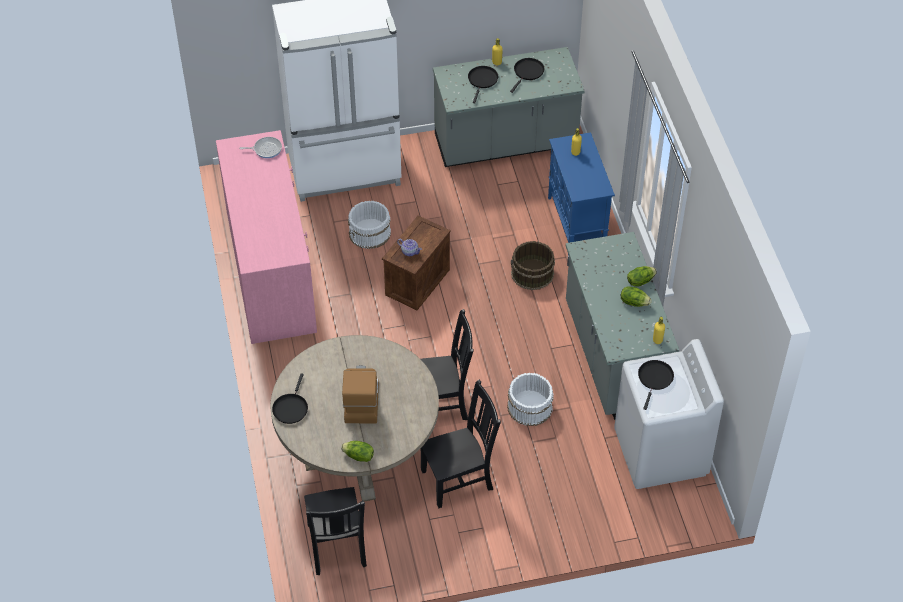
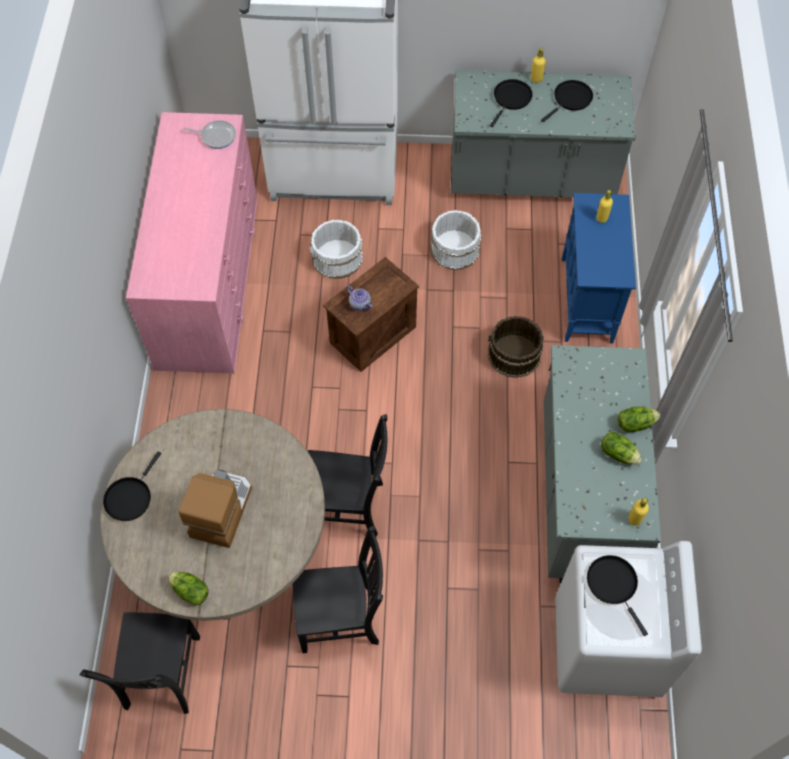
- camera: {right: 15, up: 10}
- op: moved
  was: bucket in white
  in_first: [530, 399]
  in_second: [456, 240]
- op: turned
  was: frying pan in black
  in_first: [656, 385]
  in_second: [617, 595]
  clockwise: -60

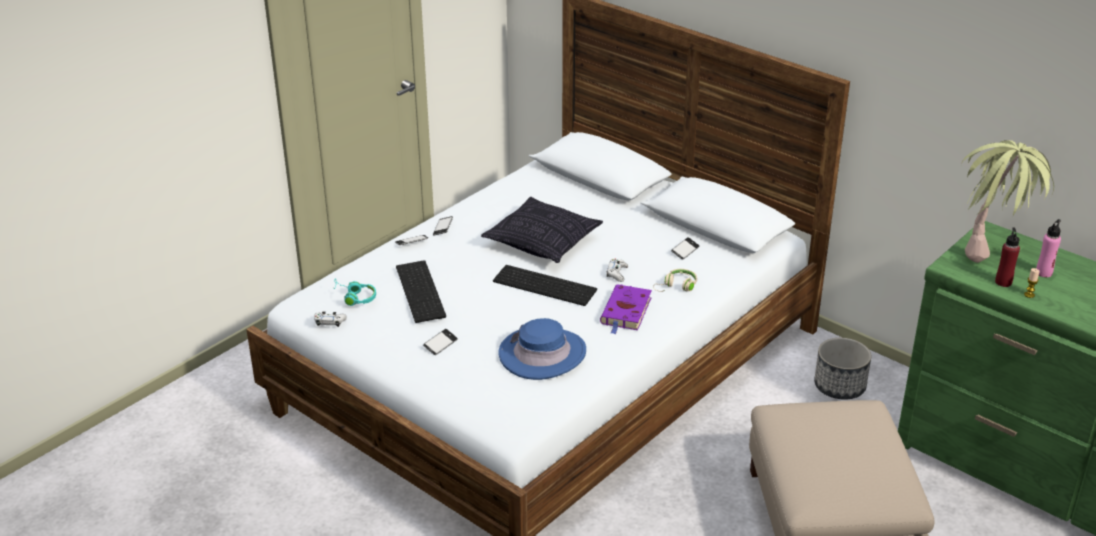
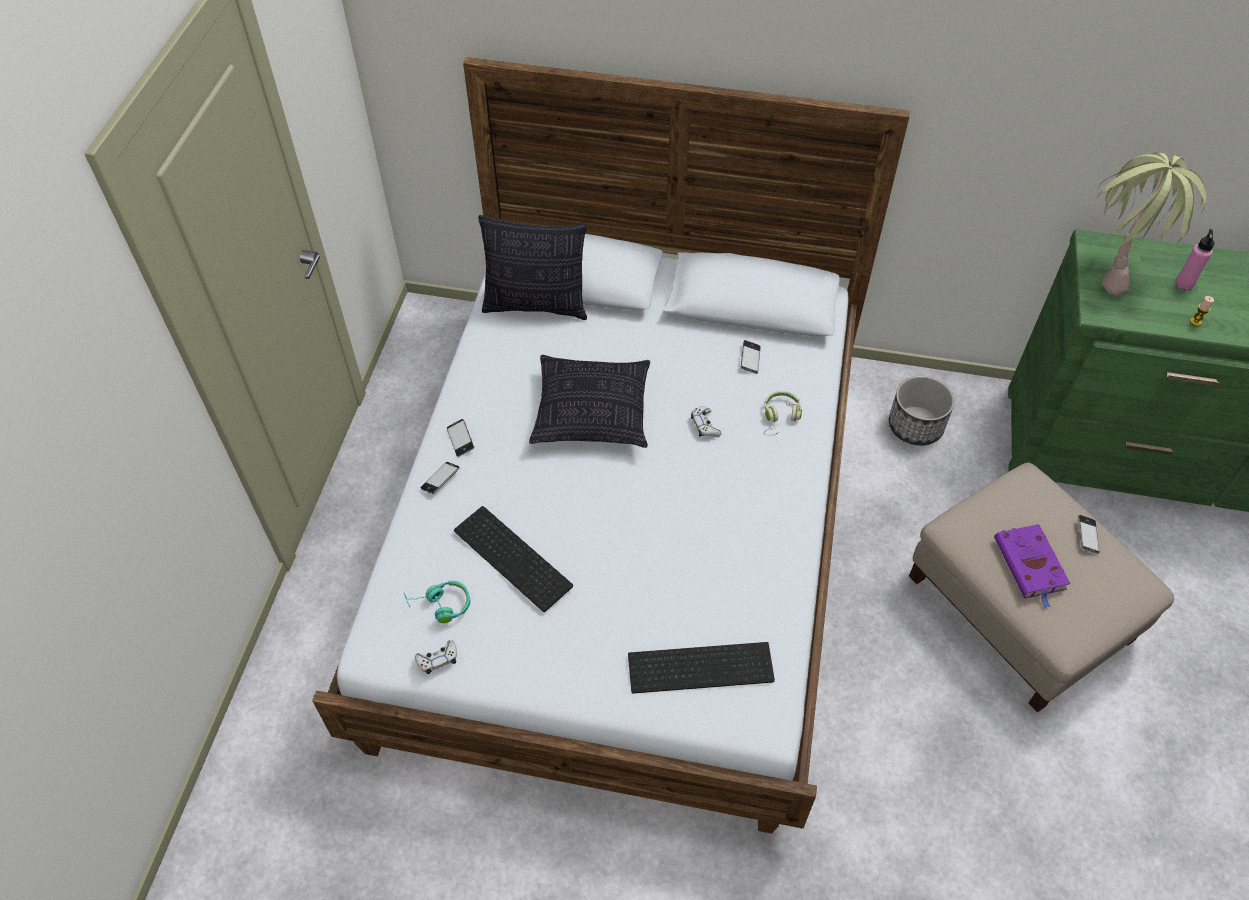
- camera: {right: -30, up: 20}
- op: removed
  was: hat in blue
  in_first: [542, 349]
- op: removed
  was: bottle in red
  in_first: [1007, 257]
- op: added
  now: pillow
  in_second: [532, 267]
- op: moved
  was: phone
  in_first: [440, 342]
  in_second: [1089, 534]
- op: moved
  was: keyboard
  in_first: [545, 285]
  in_second: [701, 668]
- op: moved
  was: book in purple
  in_first: [626, 309]
  in_second: [1032, 566]

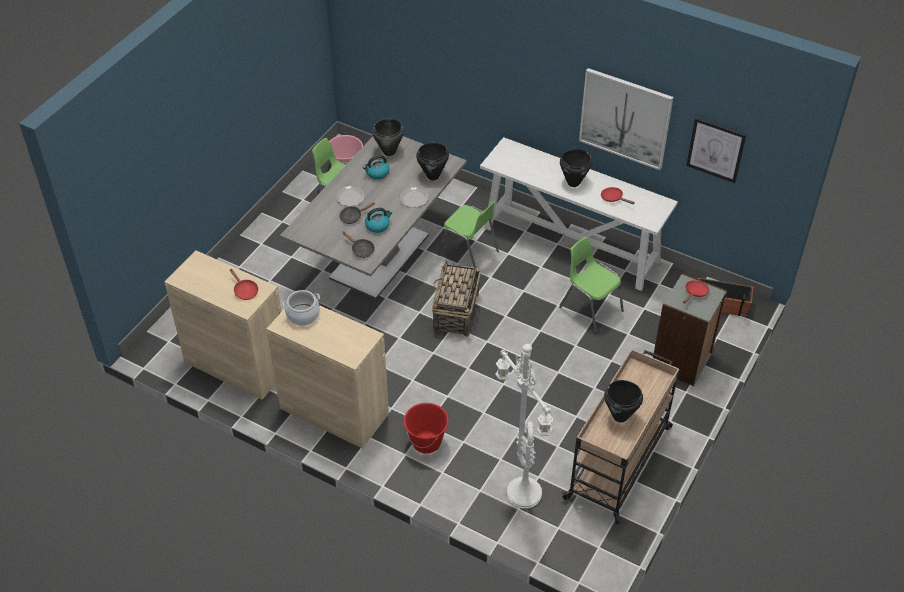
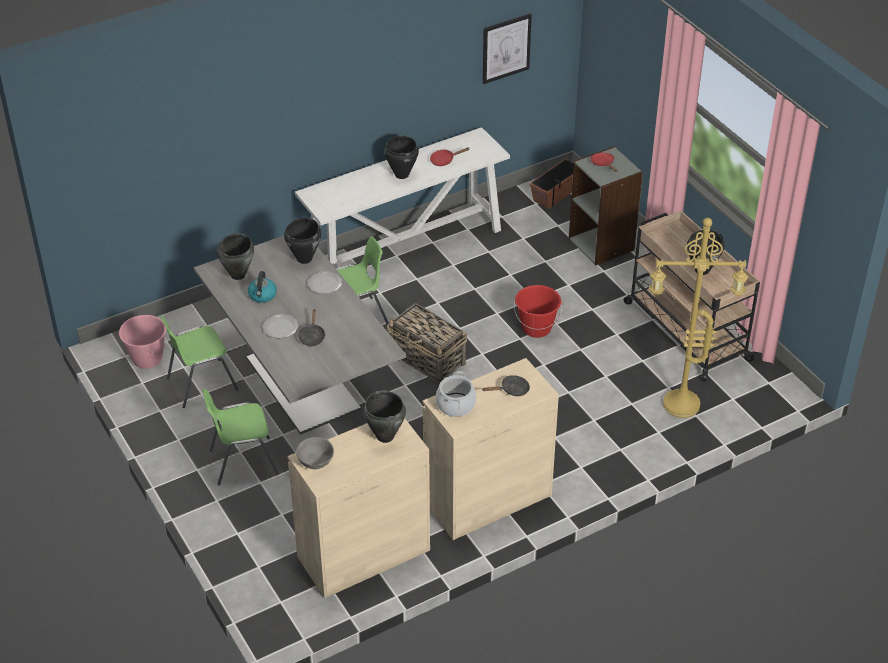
- camera: {right: -60, up: -5}
- op: removed
  was: kettle
  in_first: [378, 220]
- op: removed
  was: picture
  in_first: [626, 119]
- op: added
  now: bowl in grey
  in_second: [315, 453]
- op: moved
  was: frying pan in black
  in_first: [358, 245]
  in_second: [506, 385]
- op: moved
  was: bucket in red
  in_first: [426, 428]
  in_second: [538, 311]
- op: moved
  was: chair in green
  in_first: [591, 285]
  in_second: [241, 437]
- op: replaced
  was: frying pan in red
  now: cooking pot in black
  in_first: [244, 284]
  in_second: [384, 416]
- op: recoloured
  was: floor lamp in white
  now: floor lamp in yellow
  in_first: [524, 426]
  in_second: [698, 318]

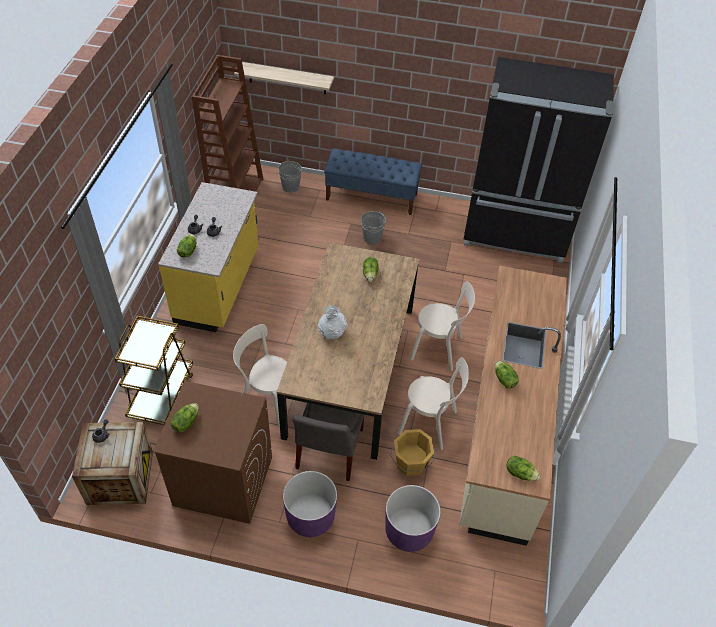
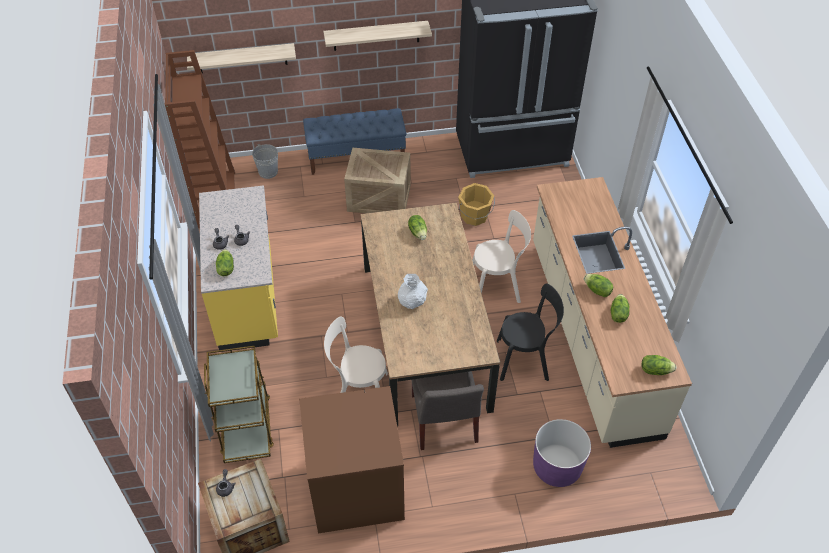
- camera: {right: -20, up: 0}
- op: removed
  was: planter in purple
  in_first: [310, 504]
- op: added
  now: shelf
  in_second: [377, 36]
- op: moved
  was: lettuce
  in_first: [184, 417]
  in_second: [620, 308]
- op: moved
  was: bucket in orange
  in_first: [413, 452]
  in_second: [476, 204]
- op: replaced
  was: bucket in grey
  now: crate
  in_first: [373, 227]
  in_second: [377, 180]
- op: recoloured
  was: chair in beige
  now: chair in black
  in_first: [433, 403]
  in_second: [530, 332]

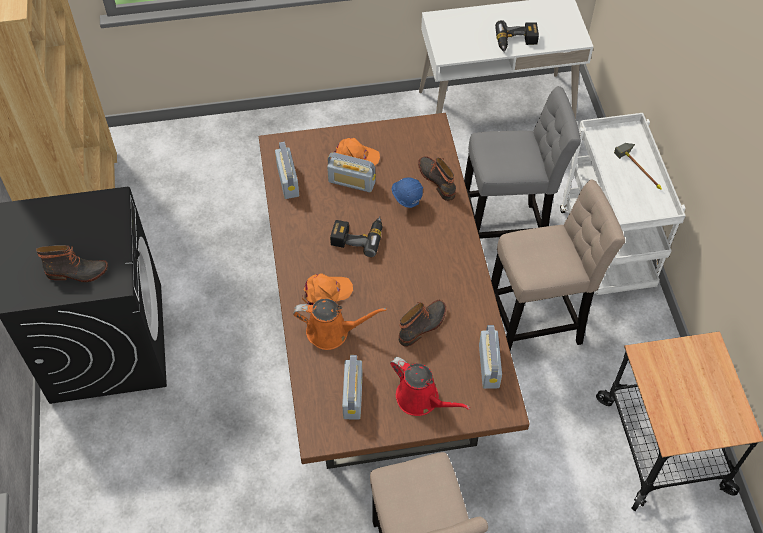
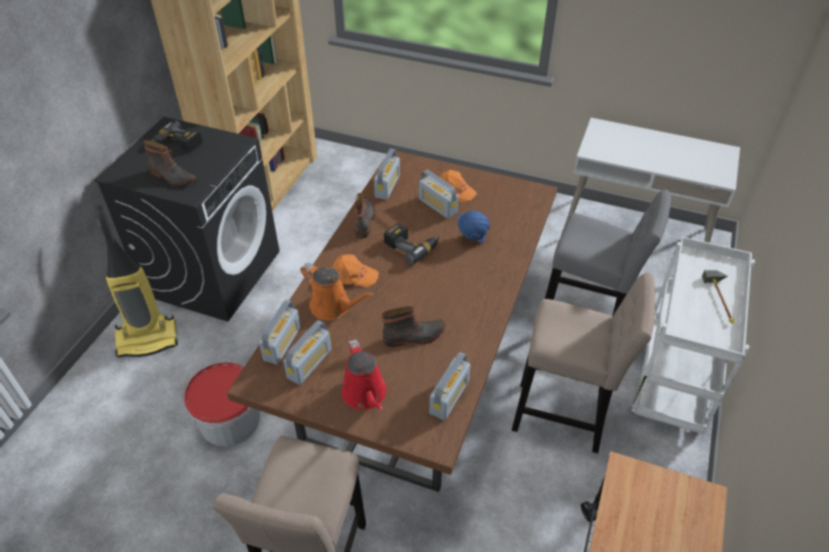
- camera: {right: 30, up: -10}
- op: added
  now: vacuum cleaner
  in_second: [136, 281]
- op: added
  now: bucket
  in_second: [222, 404]
- op: added
  now: radio
  in_second: [280, 332]
- op: moved
  was: boot
  in_first: [437, 178]
  in_second: [364, 215]
- op: moved
  was: power drill
  in_first: [517, 36]
  in_second: [177, 136]

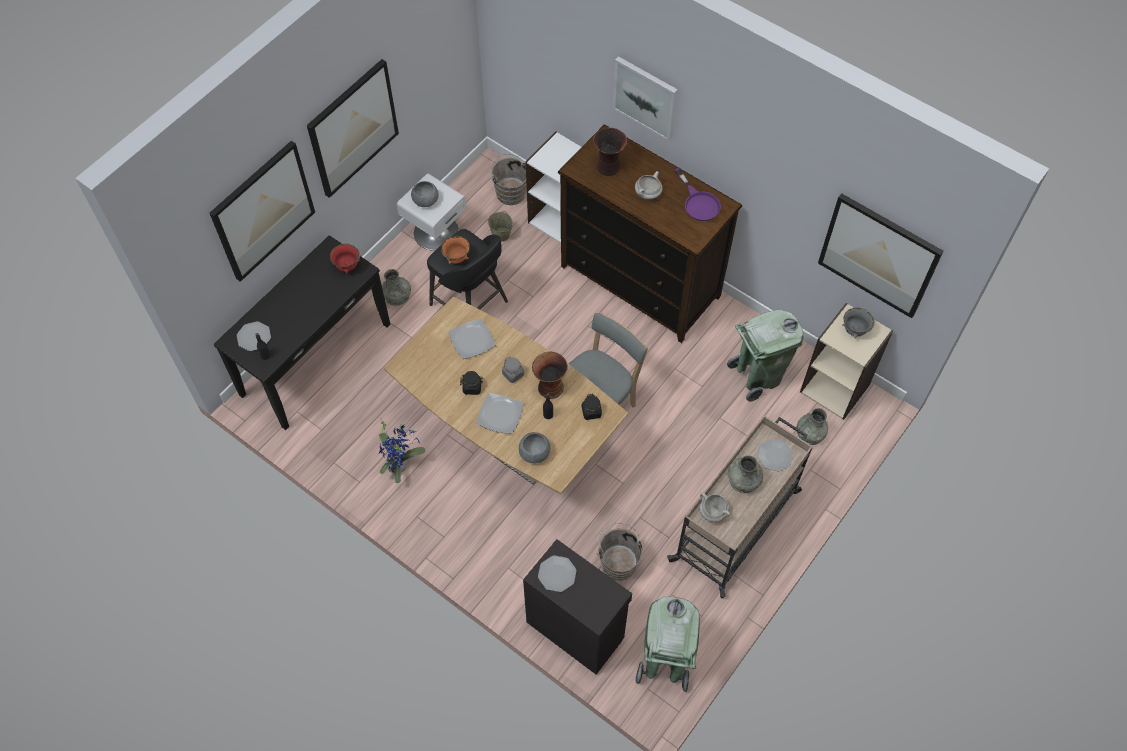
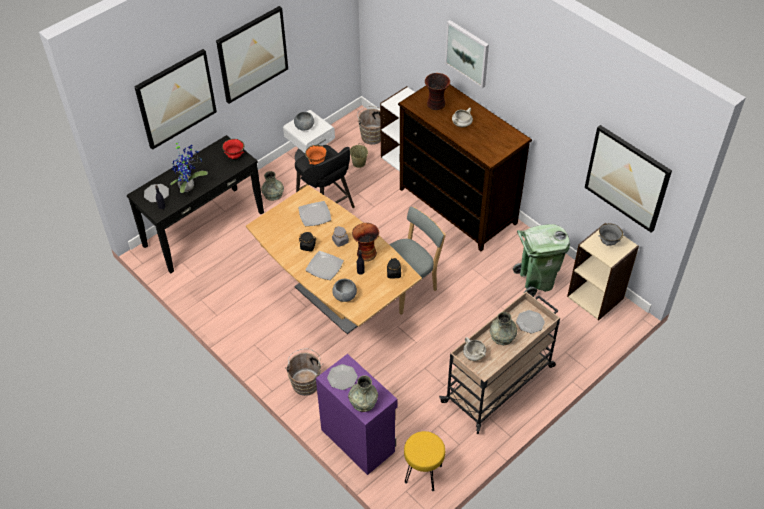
- camera: {right: 10, up: -10}
- op: removed
  was: frying pan in purple
  in_first: [698, 194]
- op: moved
  was: potted plant
  in_first: [402, 451]
  in_second: [189, 166]
- op: moved
  was: bucket in brown
  in_first: [620, 552]
  in_second: [304, 372]
- op: moved
  was: vase in grey
  in_first: [812, 426]
  in_second: [363, 393]
- op: replaced
  was: trash can in green
  now: stool in yellow
  in_first: [667, 644]
  in_second: [424, 461]
- op: recoloured
  was: cabinet in black
  now: cabinet in purple
  in_first: [577, 607]
  in_second: [356, 414]

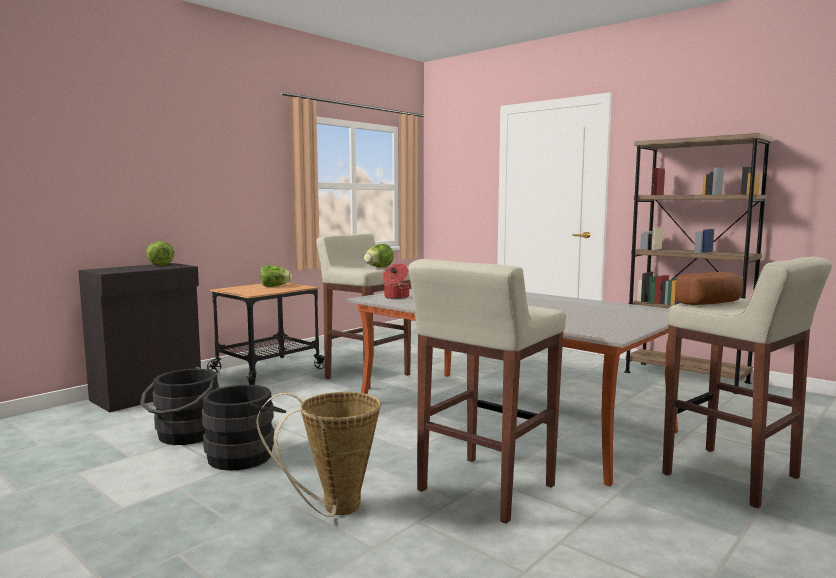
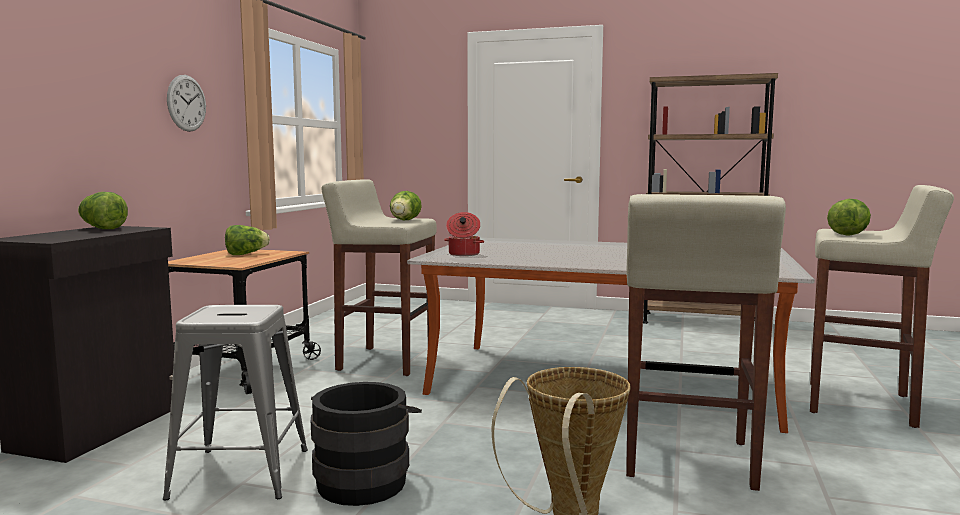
- camera: {right: -25, up: 0}
- op: added
  now: wall clock
  in_second: [186, 103]
- op: replaced
  was: bucket in black
  now: stool in grey
  in_first: [179, 407]
  in_second: [235, 403]
- op: replaced
  was: bread
  now: lettuce
  in_first: [709, 288]
  in_second: [849, 217]

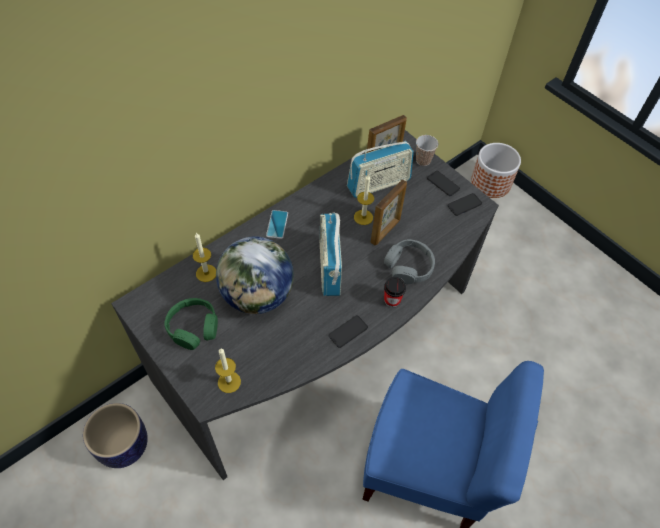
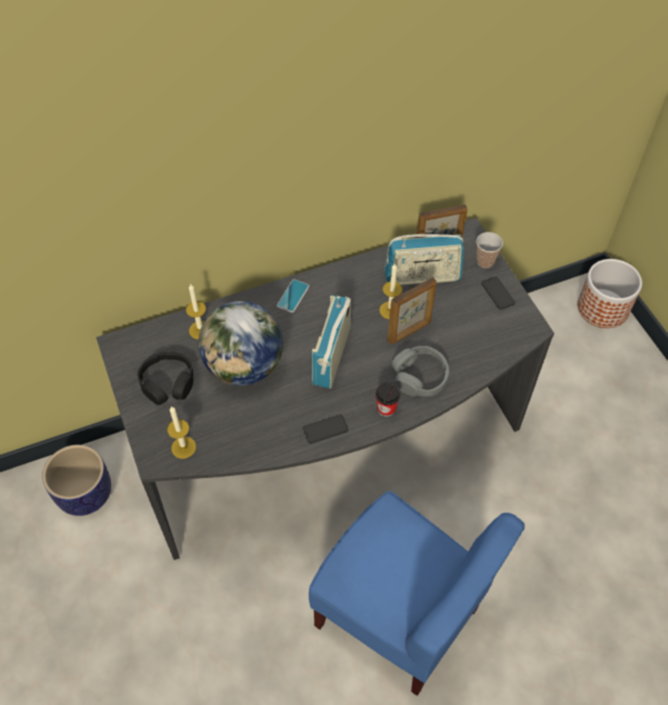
- camera: {right: 20, up: 0}
- op: removed
  was: phone
  in_first: [464, 204]
- op: recoloured
  was: headphones in green
  now: headphones in black
  in_first: [191, 324]
  in_second: [165, 378]

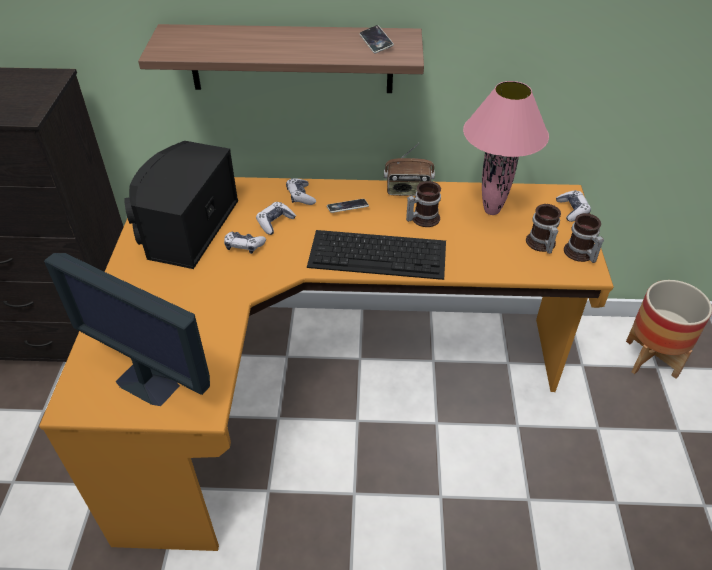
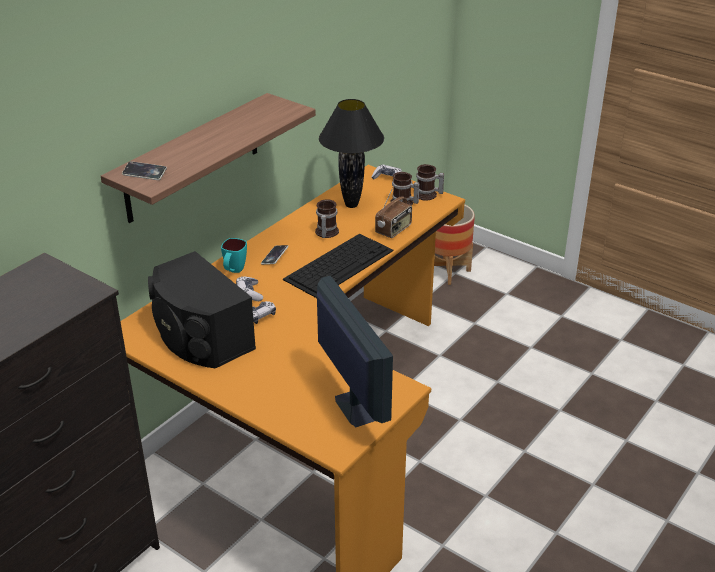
- camera: {right: -55, up: -10}
- op: moved
  was: phone
  in_first: [376, 39]
  in_second: [144, 170]
- op: moved
  was: radio
  in_first: [409, 169]
  in_second: [393, 212]
- op: replaced
  was: game controller
  now: mug in turquoise
  in_first: [301, 191]
  in_second: [234, 255]
- op: recoloured
  was: table lamp in pink
  now: table lamp in black
  in_first: [506, 148]
  in_second: [351, 153]
- op: turned
  was: monitor
  in_first: [127, 329]
  in_second: [355, 351]
  clockwise: -90

